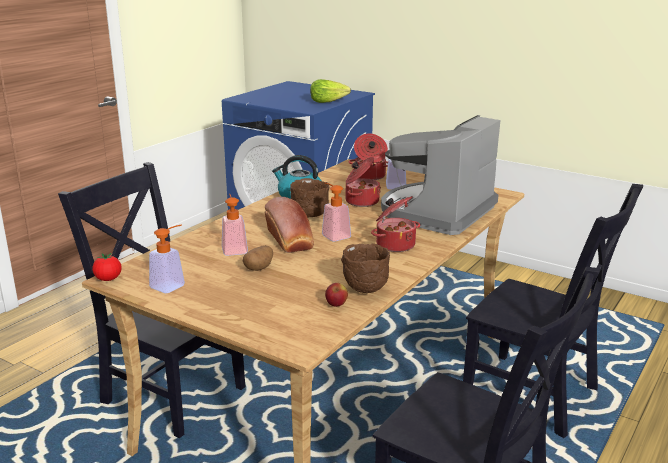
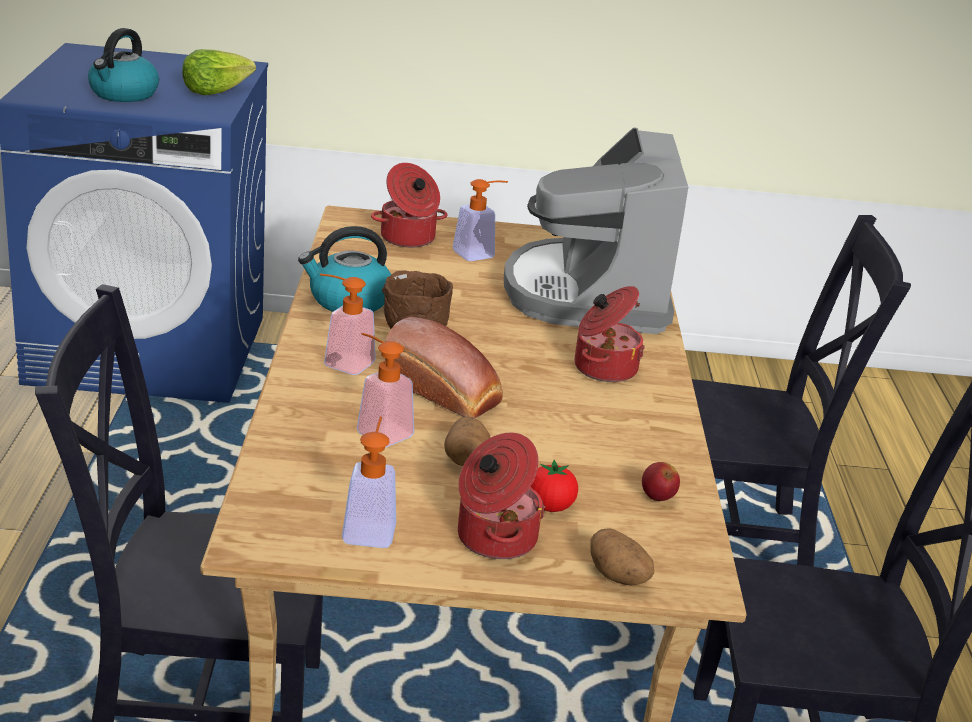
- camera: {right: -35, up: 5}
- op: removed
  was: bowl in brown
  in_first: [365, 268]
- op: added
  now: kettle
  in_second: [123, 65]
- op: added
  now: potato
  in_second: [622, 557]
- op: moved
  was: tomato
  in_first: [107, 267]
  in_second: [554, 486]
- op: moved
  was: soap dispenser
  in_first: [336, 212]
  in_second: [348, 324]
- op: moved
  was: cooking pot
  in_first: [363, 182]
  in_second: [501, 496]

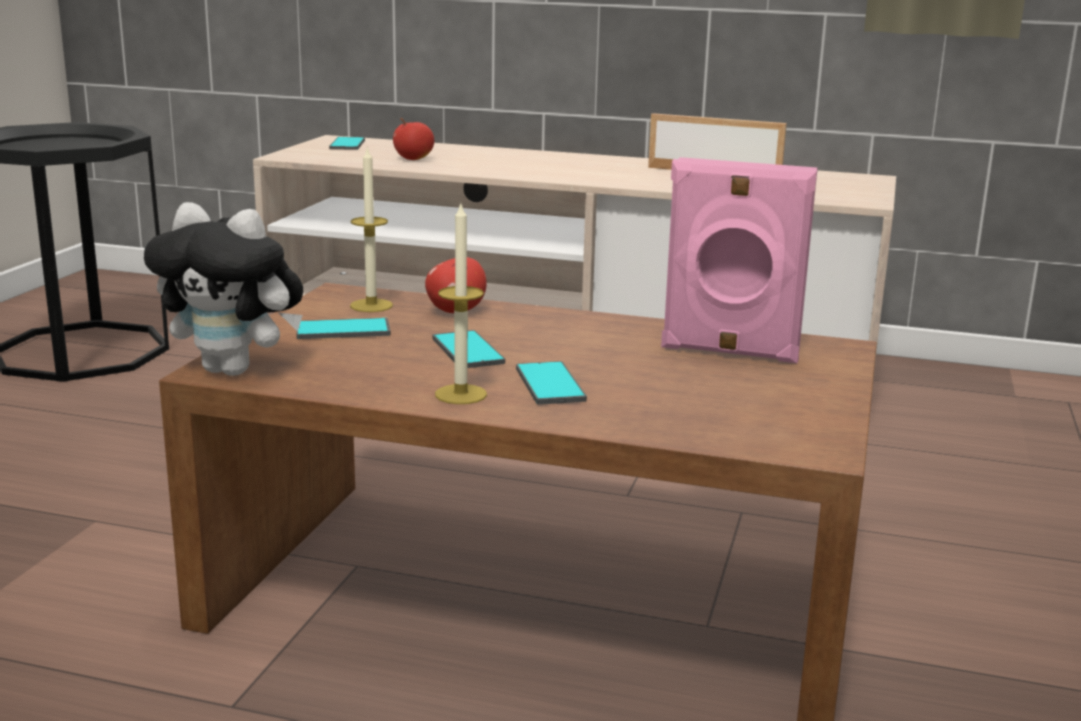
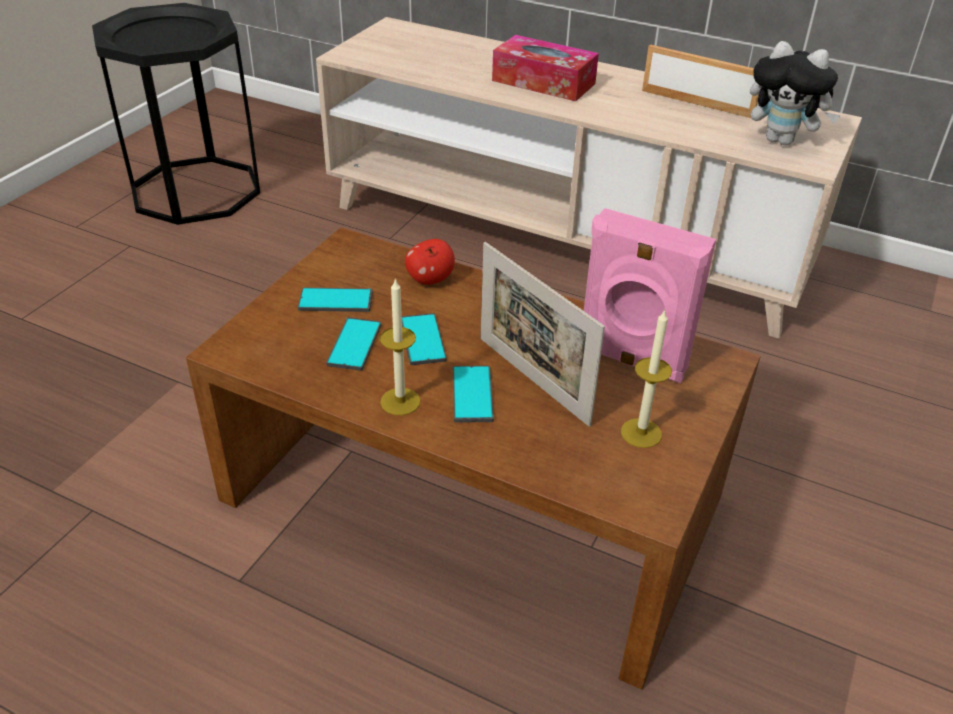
- camera: {right: 10, up: 20}
- op: removed
  was: apple
  in_first: [413, 139]
- op: added
  now: picture frame
  in_second: [542, 334]
- op: added
  now: tissue box
  in_second: [545, 68]
- op: moved
  was: plush toy
  in_first: [223, 289]
  in_second: [795, 93]
- op: moved
  was: phone
  in_first: [347, 143]
  in_second: [353, 344]
- op: moved
  was: candle
  in_first: [371, 229]
  in_second: [646, 378]

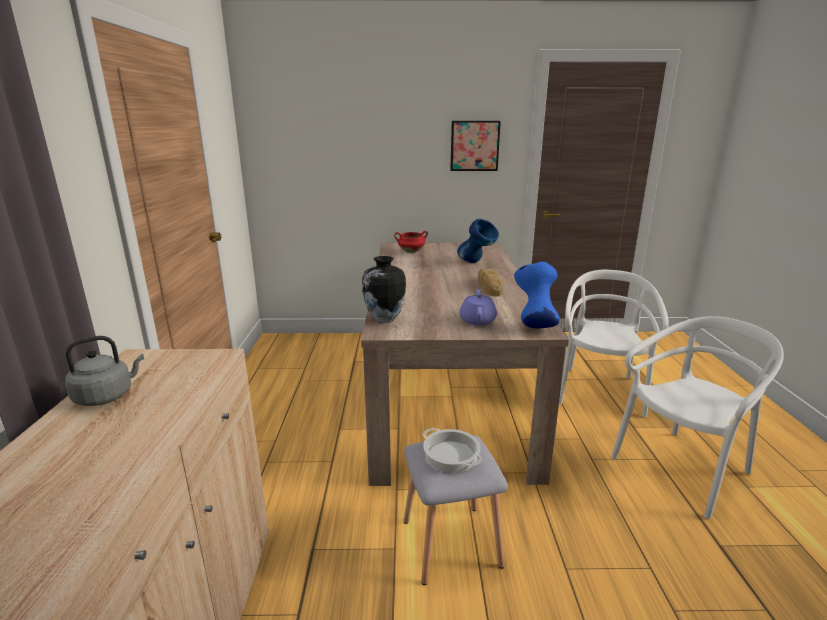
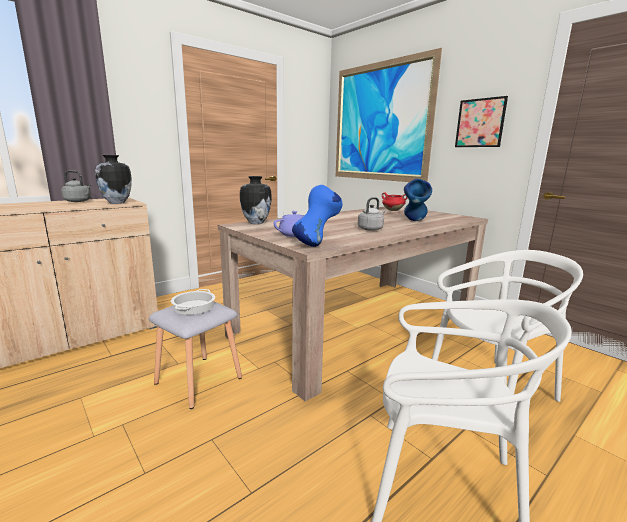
- camera: {right: 50, up: -5}
- op: added
  now: vase
  in_second: [113, 179]
- op: added
  now: picture
  in_second: [389, 115]
- op: replaced
  was: bread
  now: kettle in grey
  in_first: [490, 282]
  in_second: [371, 214]

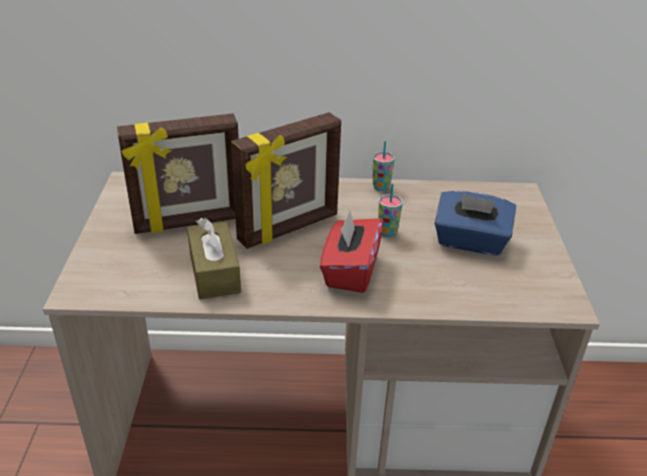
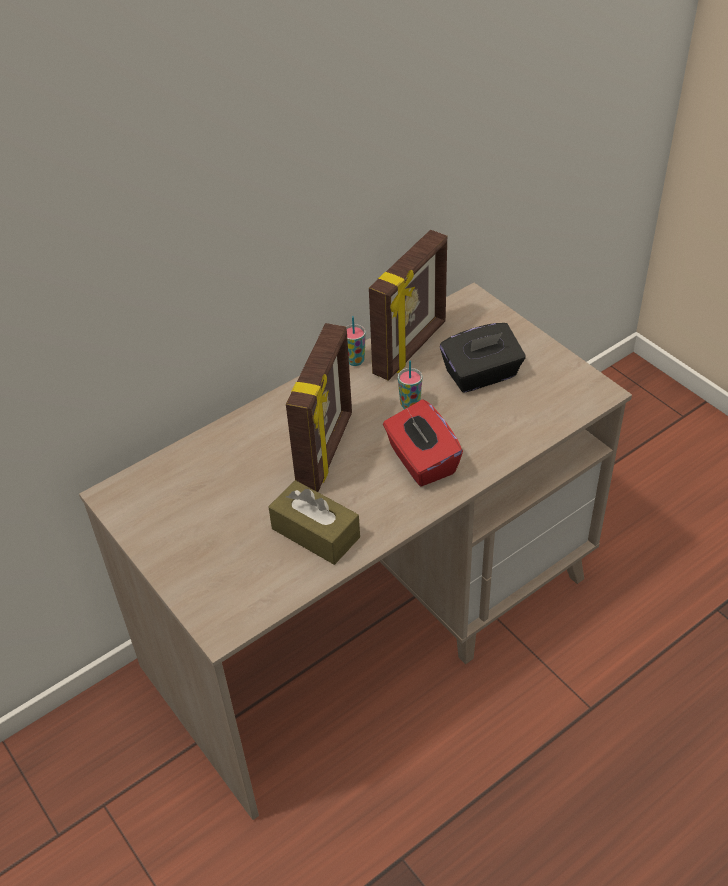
- camera: {right: -35, up: 10}
- op: moved
  was: picture frame
  in_first: [178, 173]
  in_second: [408, 305]
- op: recoloured
  was: tissue box in blue
  now: tissue box in black
  in_first: [475, 223]
  in_second: [482, 358]

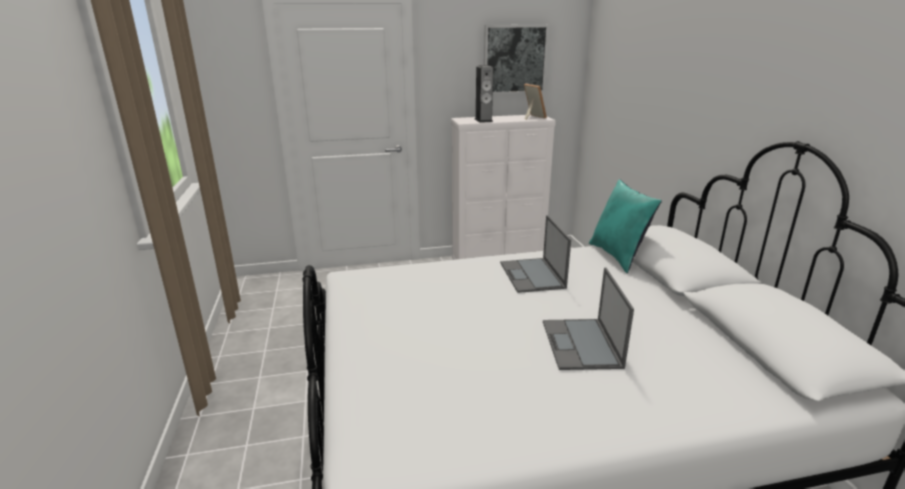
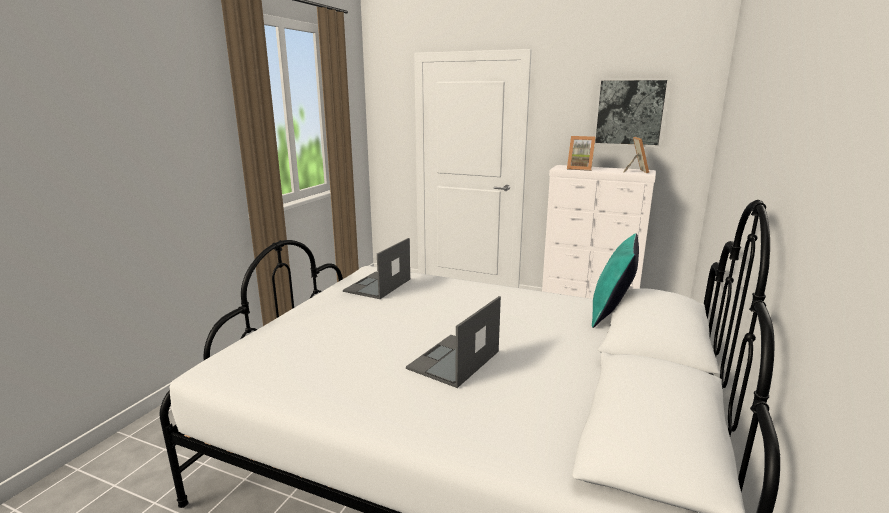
- camera: {right: 35, up: -5}
- op: moved
  was: laptop
  in_first: [535, 254]
  in_second: [376, 268]
- op: replaced
  was: speaker
  now: picture frame
  in_first: [484, 94]
  in_second: [581, 153]

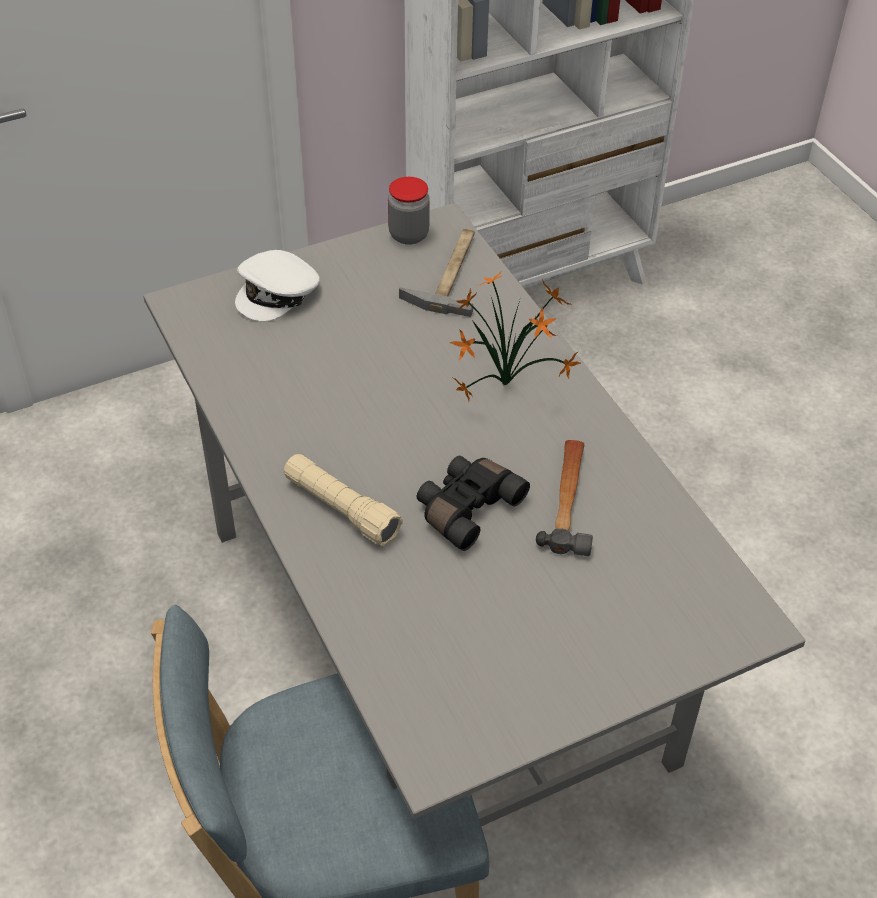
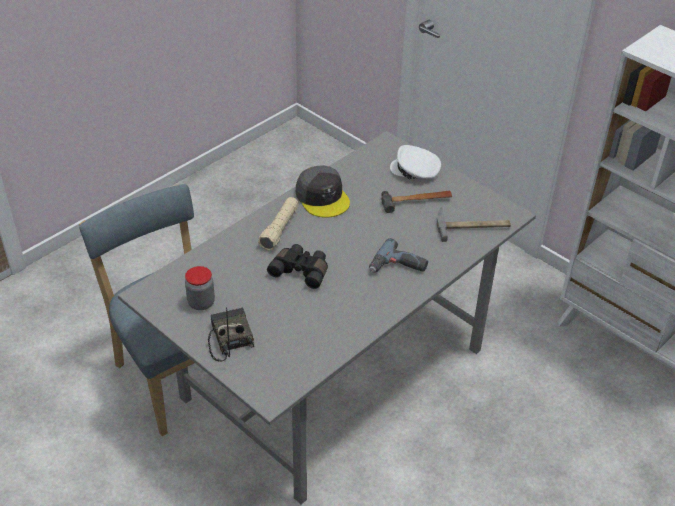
- camera: {right: 70, up: -5}
- op: added
  now: radio
  in_second: [231, 334]
- op: added
  now: cap in grey
  in_second: [323, 191]
- op: moved
  was: jar
  in_first: [409, 211]
  in_second: [200, 288]
- op: moved
  was: hammer
  in_first: [564, 498]
  in_second: [416, 202]
- op: replaced
  was: potted plant
  now: power drill
  in_first: [515, 335]
  in_second: [398, 255]

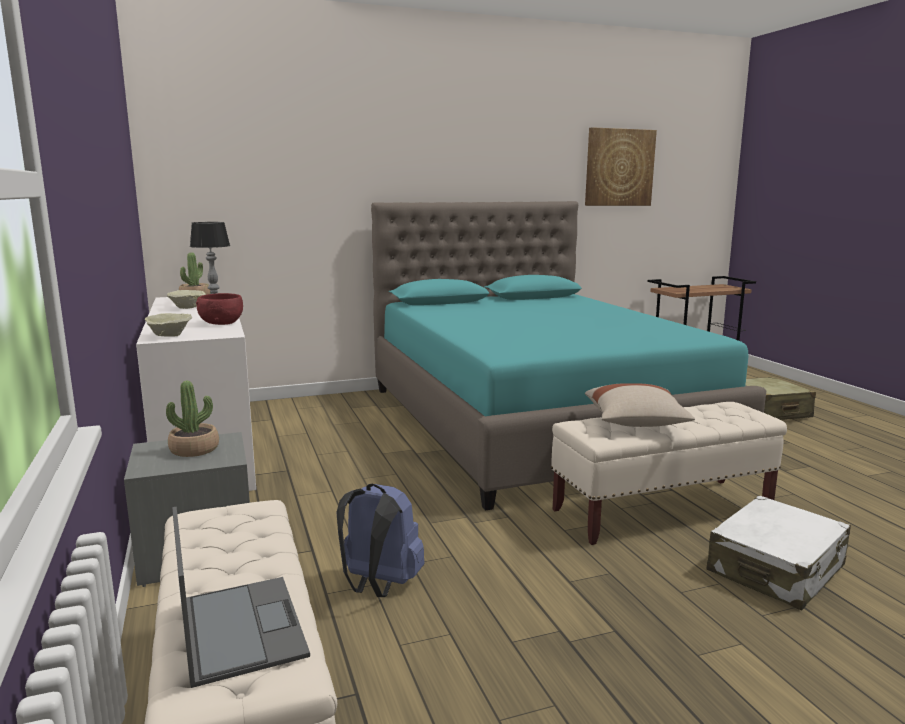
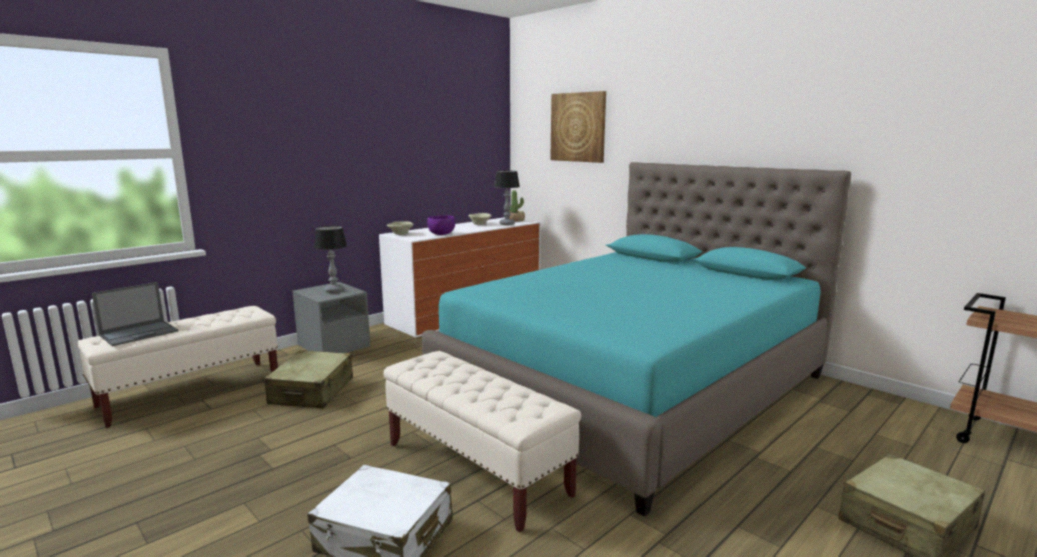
- camera: {right: 65, up: 0}
- op: removed
  was: pillow in beige
  in_first: [640, 405]
- op: moved
  was: picture
  in_first: [621, 166]
  in_second: [578, 127]
- op: replaced
  was: potted plant
  now: table lamp
  in_first: [192, 419]
  in_second: [330, 259]
- op: replaced
  was: backpack in blue
  now: suitcase in beige
  in_first: [380, 540]
  in_second: [308, 379]
- op: recoloured
  was: bowl in red
  now: bowl in purple
  in_first: [219, 309]
  in_second: [441, 225]

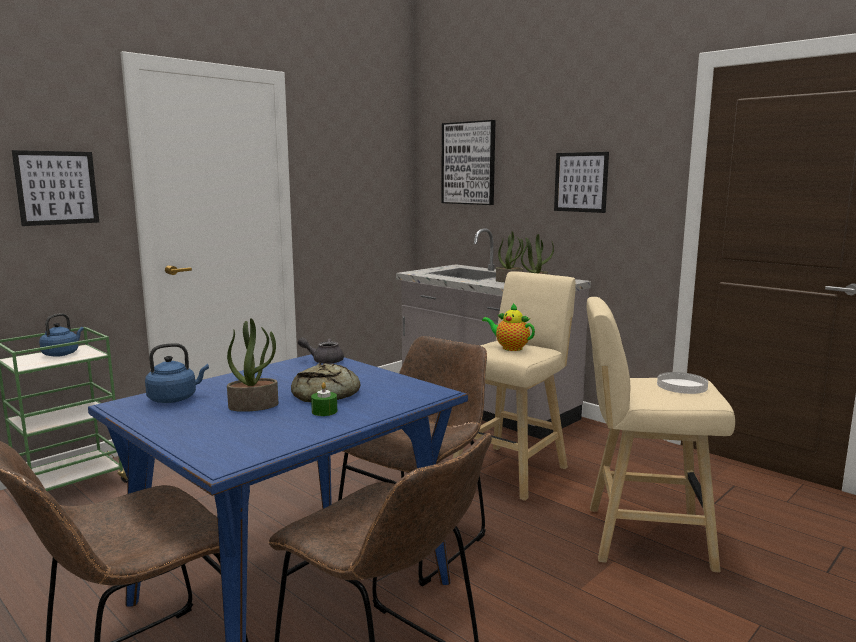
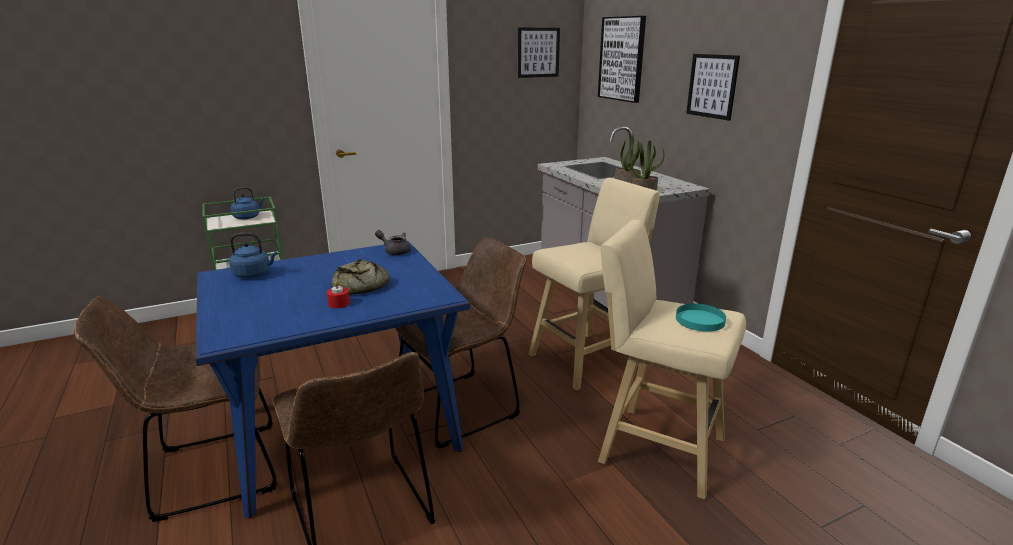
- camera: {right: 20, up: 10}
- op: removed
  was: potted plant
  in_first: [252, 365]
- op: removed
  was: teapot
  in_first: [508, 327]
- op: moved
  was: picture
  in_first: [55, 188]
  in_second: [539, 53]
- op: recoloured
  was: candle in green
  now: candle in red
  in_first: [324, 399]
  in_second: [338, 294]
- op: recoloured
  was: plate in white
  now: plate in turquoise
  in_first: [682, 383]
  in_second: [701, 317]

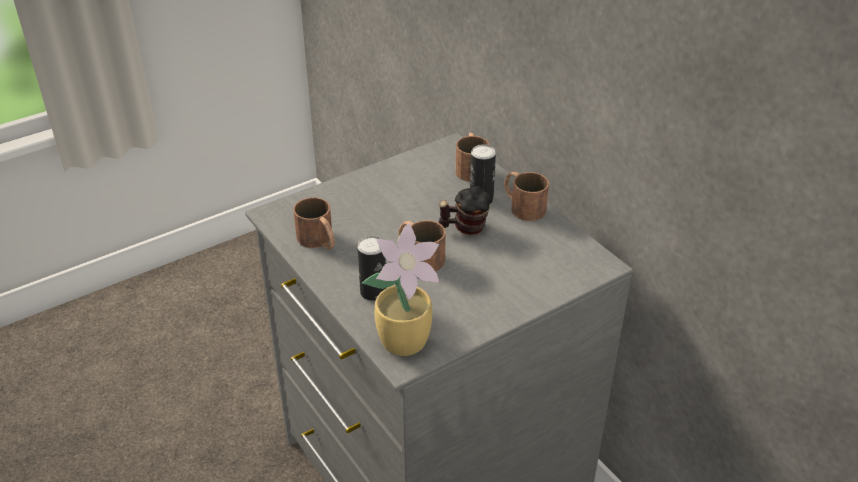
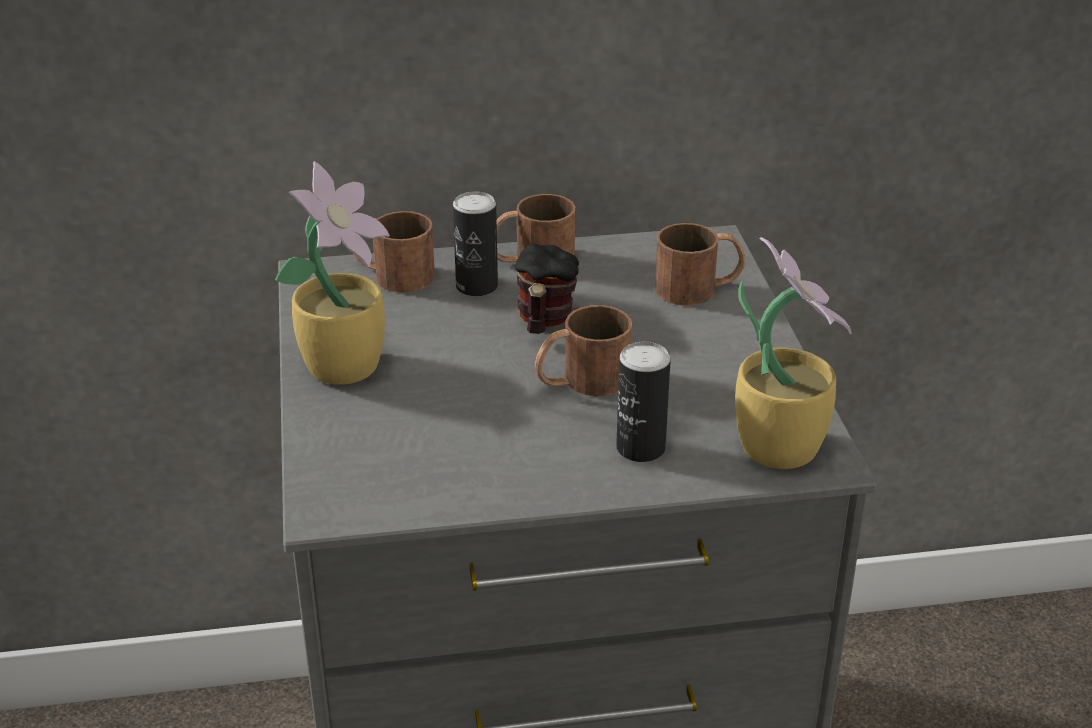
- camera: {right: -65, up: -5}
- op: added
  now: potted plant
  in_second: [332, 273]
- op: moved
  was: mug in brown
  in_first: [314, 223]
  in_second: [700, 264]

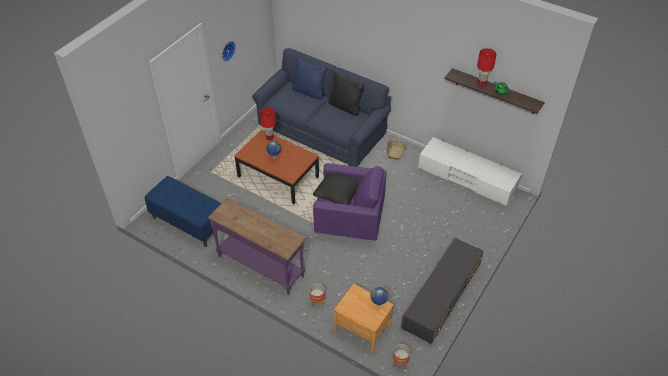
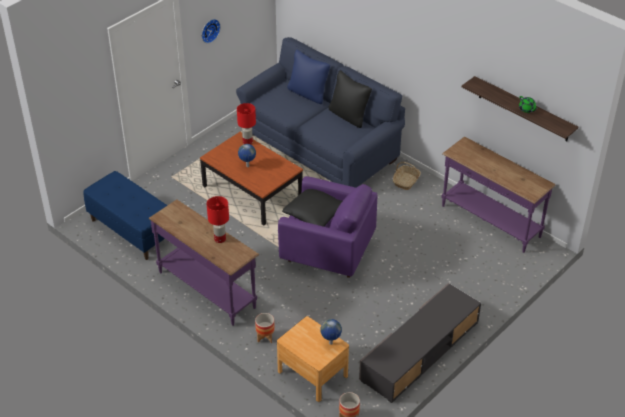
- camera: {right: 10, up: -5}
- op: moved
  was: table lamp in red
  in_first: [487, 67]
  in_second: [218, 219]
- op: replaced
  was: tv stand in white
  now: console table in purple
  in_first: [470, 171]
  in_second: [498, 195]

